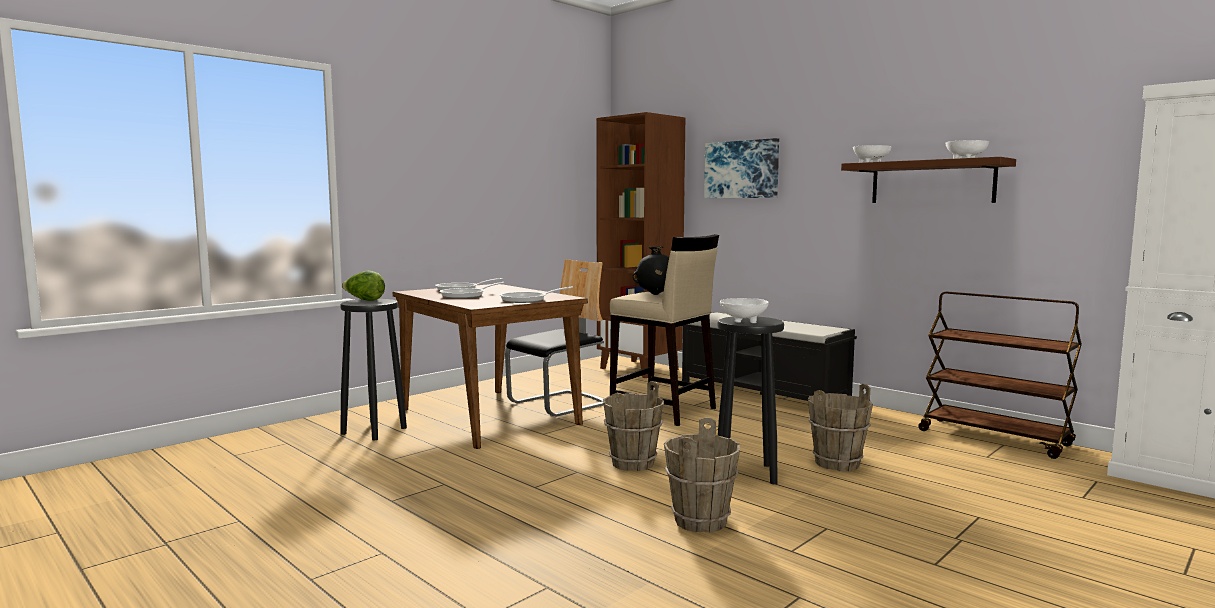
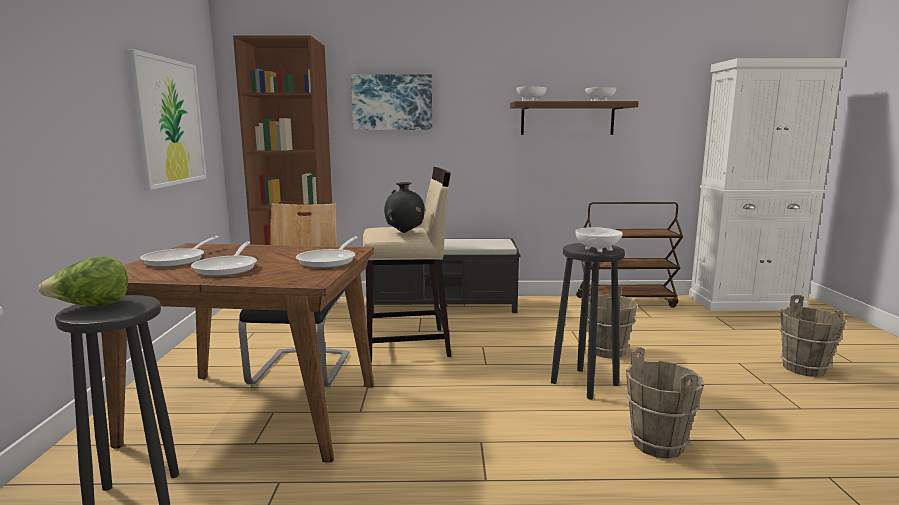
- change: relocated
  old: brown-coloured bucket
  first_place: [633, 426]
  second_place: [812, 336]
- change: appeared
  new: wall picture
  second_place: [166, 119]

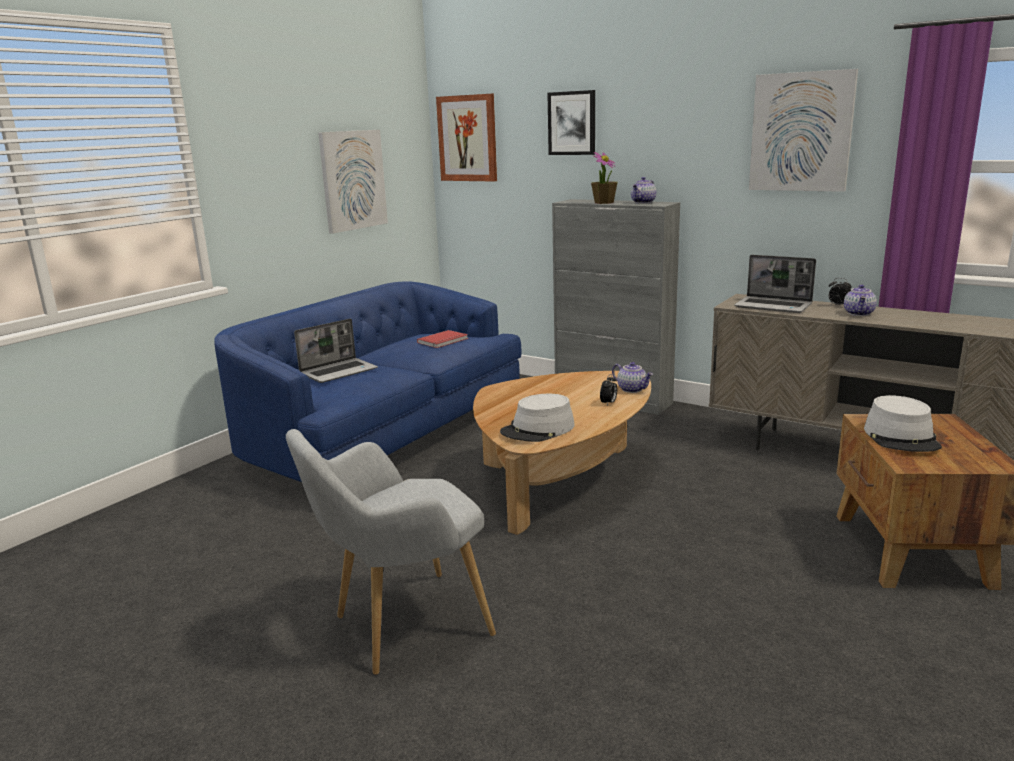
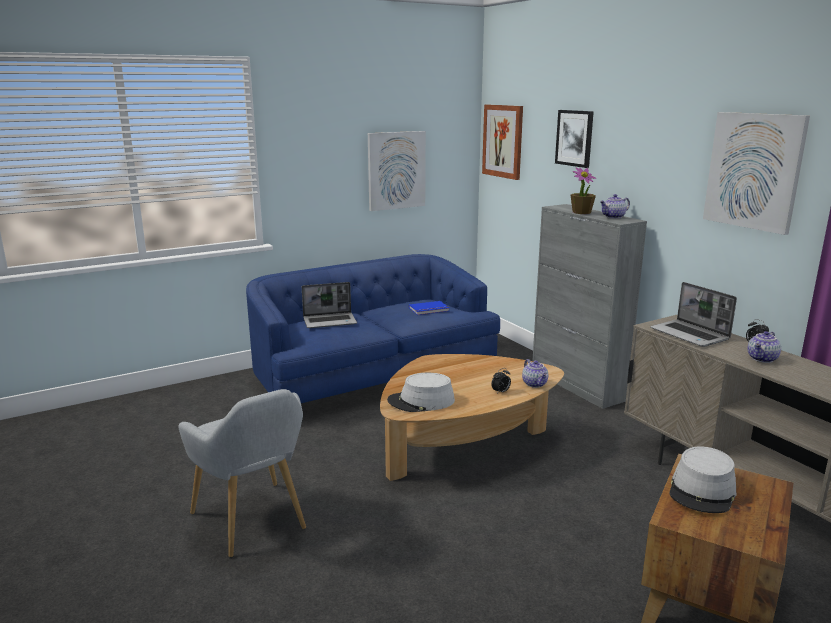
- change: colour
  old: red volume
  new: blue volume
  first_place: [442, 339]
  second_place: [429, 308]
- change: spun
  old: greyish armchair
  first_place: [391, 552]
  second_place: [242, 473]
  degrees: -120

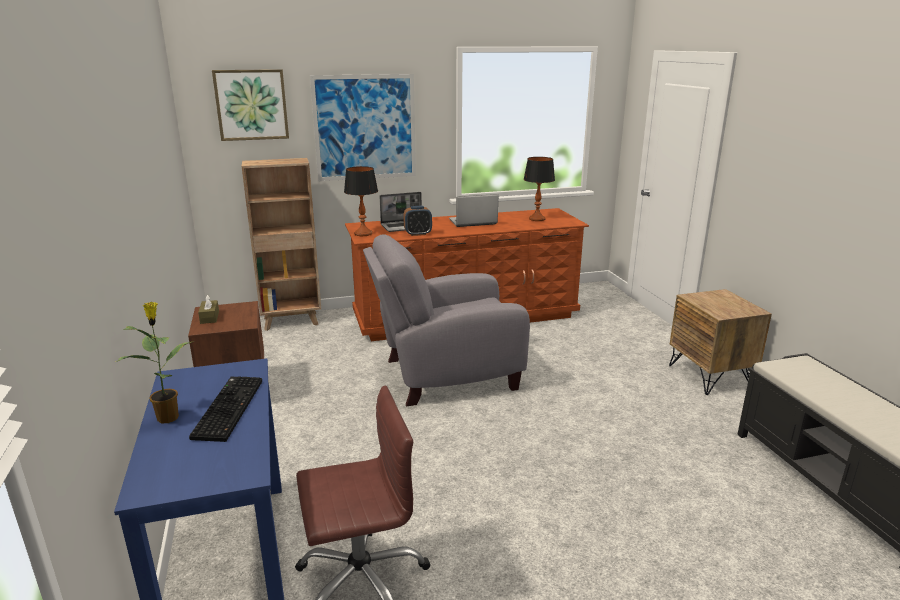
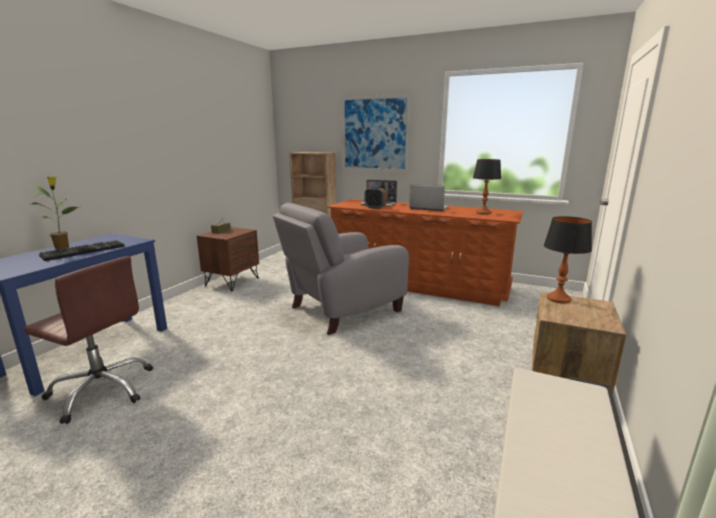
- change: missing
  old: wall picture
  first_place: [250, 105]
- change: relocated
  old: table lamp
  first_place: [361, 201]
  second_place: [568, 260]
- change: spun
  old: greyish armchair
  first_place: [446, 320]
  second_place: [341, 269]
  degrees: -60

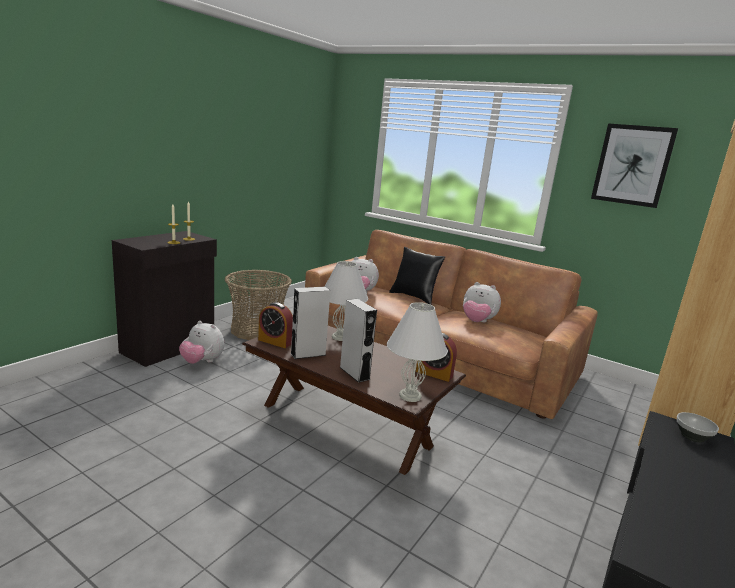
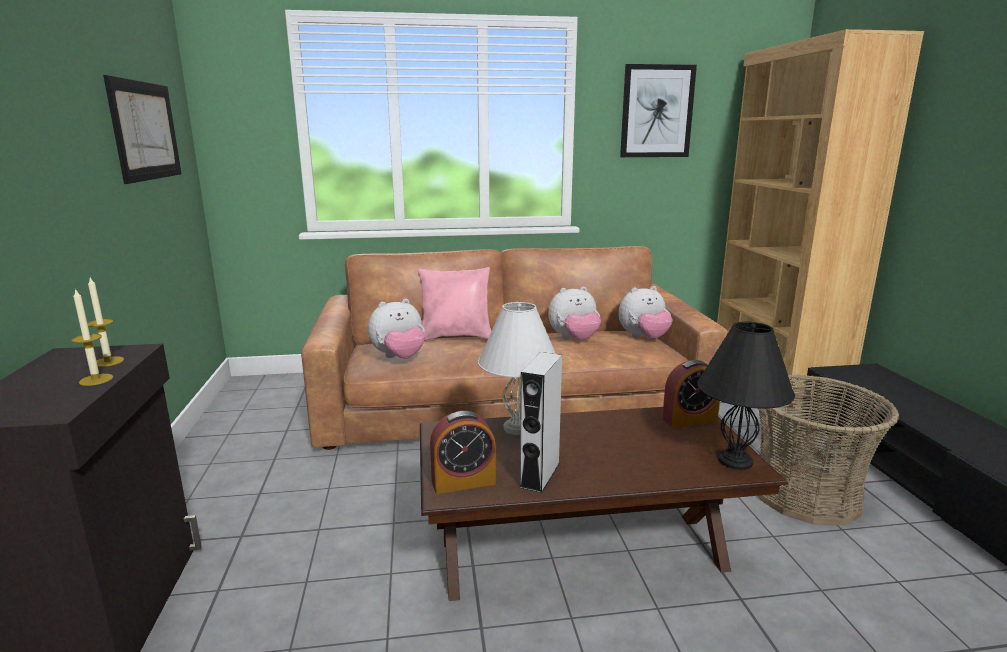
- change: colour
  old: black throw pillow
  new: pink throw pillow
  first_place: [417, 276]
  second_place: [454, 304]
- change: relocated
  old: household basket
  first_place: [258, 304]
  second_place: [828, 450]
- change: missing
  old: greyish audio speaker
  first_place: [358, 341]
- change: colour
  old: white-coloured table lamp
  new: black table lamp
  first_place: [417, 352]
  second_place: [746, 396]
- change: relocated
  old: plush toy
  first_place: [201, 342]
  second_place: [646, 312]
- change: missing
  old: bowl
  first_place: [698, 427]
- change: appeared
  new: wall picture
  second_place: [142, 129]

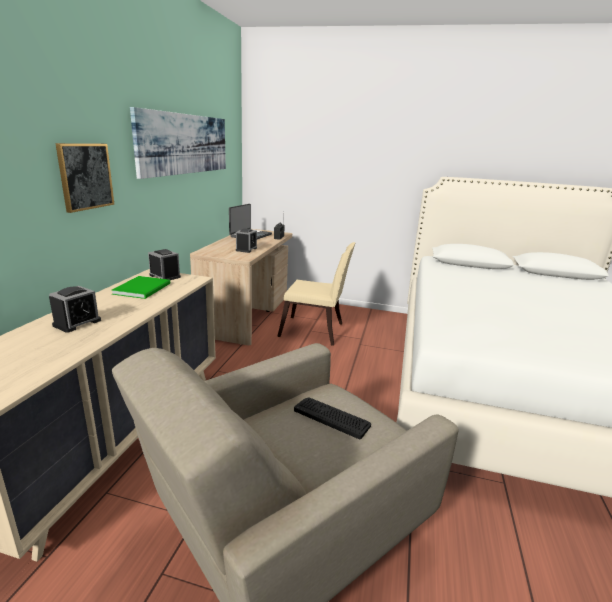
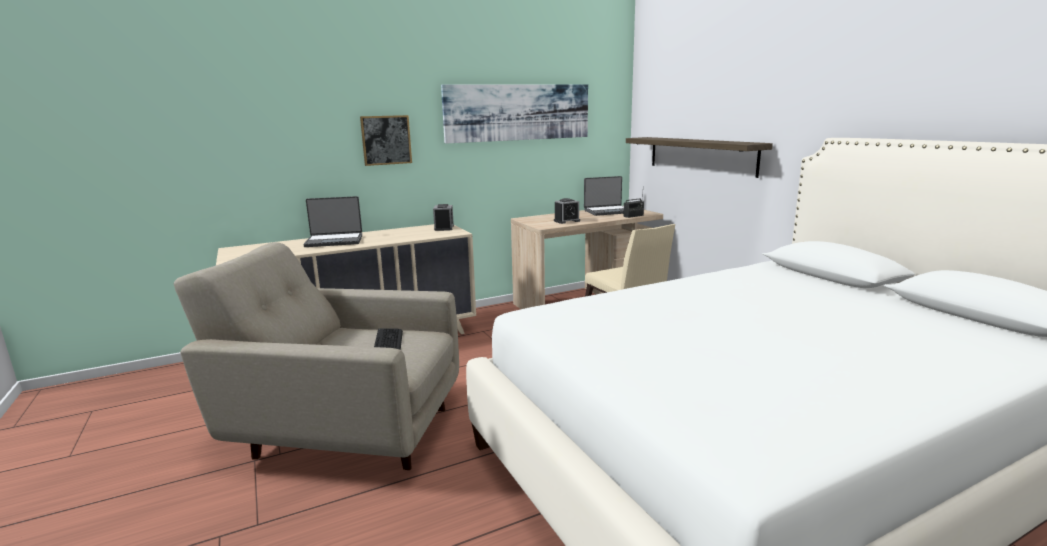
- change: missing
  old: green volume
  first_place: [141, 287]
- change: exchanged
  old: bedside clock
  new: laptop
  first_place: [75, 309]
  second_place: [332, 221]
- change: appeared
  new: shelf
  second_place: [699, 157]

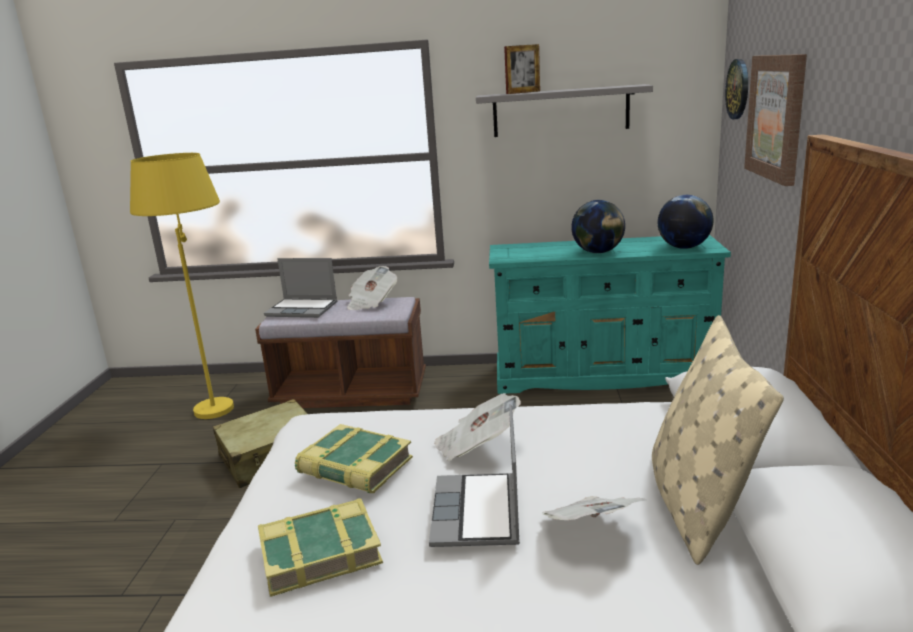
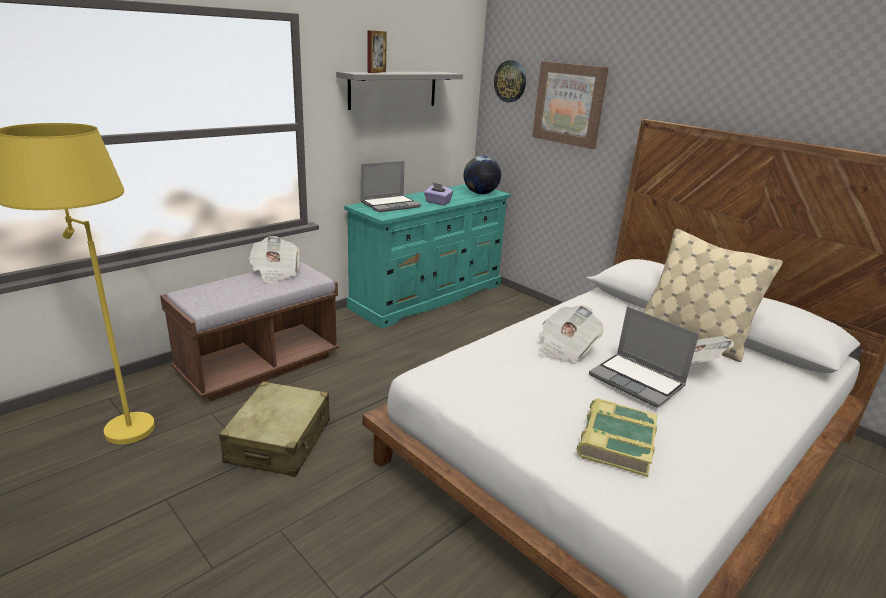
- change: exchanged
  old: desk globe
  new: purplish tissue holder
  first_place: [598, 226]
  second_place: [438, 194]
- change: relocated
  old: laptop
  first_place: [300, 288]
  second_place: [391, 186]
- change: missing
  old: volume
  first_place: [354, 458]

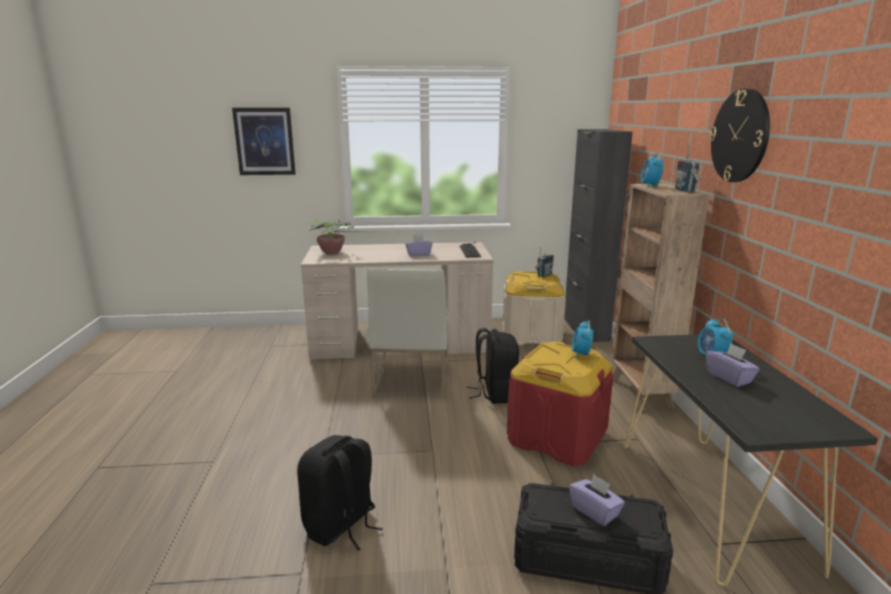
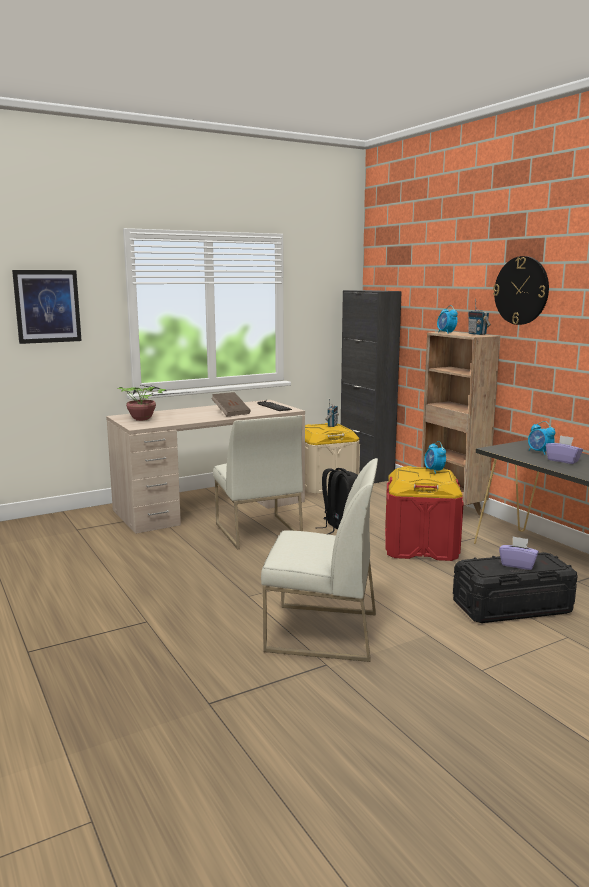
- change: exchanged
  old: purplish tissue holder
  new: brown-coloured volume
  first_place: [418, 245]
  second_place: [231, 404]
- change: exchanged
  old: black rucksack
  new: white-coloured chair
  first_place: [340, 493]
  second_place: [319, 560]

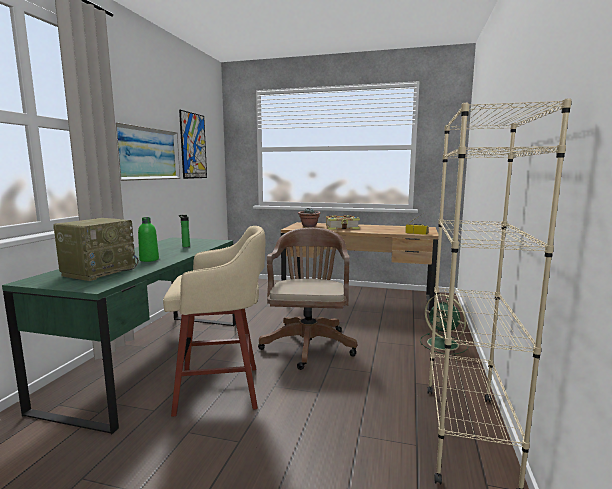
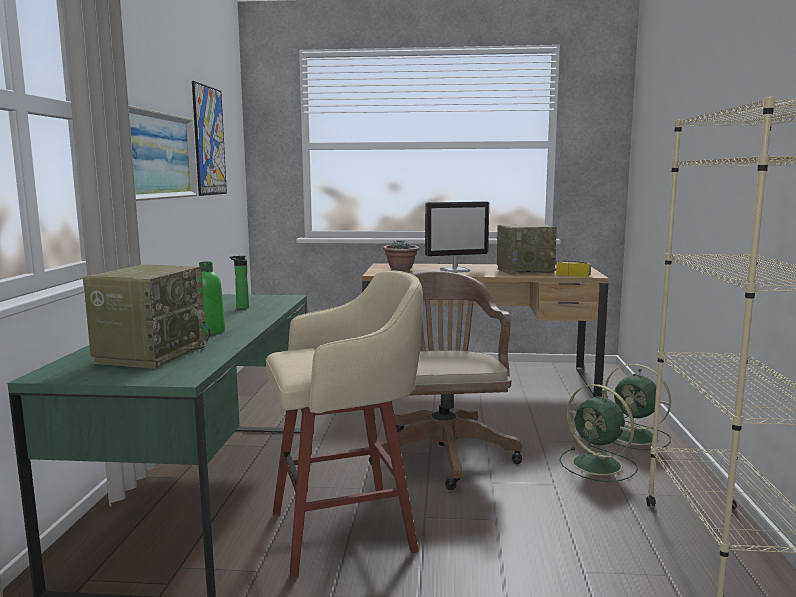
- change: exchanged
  old: volume
  new: computer display
  first_place: [343, 222]
  second_place: [457, 237]
- change: appeared
  new: radio set
  second_place: [527, 249]
- change: appeared
  new: green fan
  second_place: [598, 433]

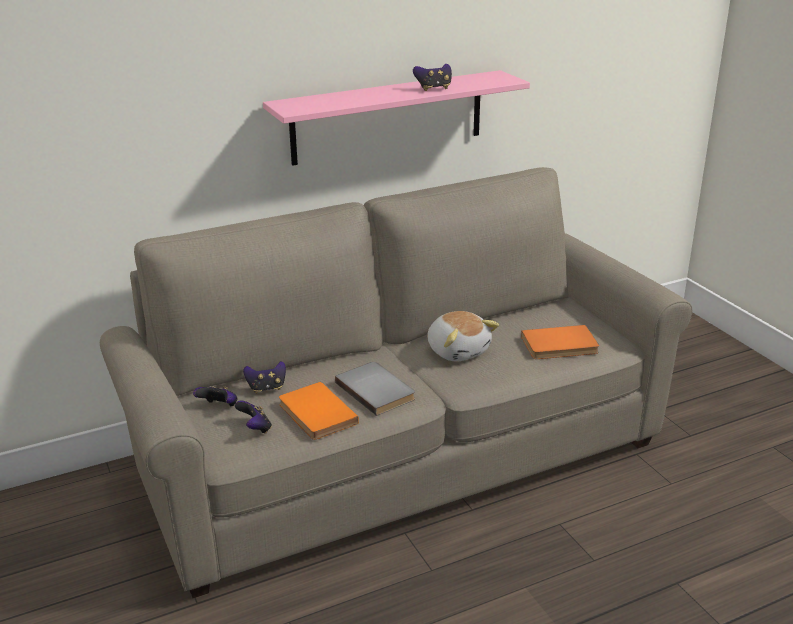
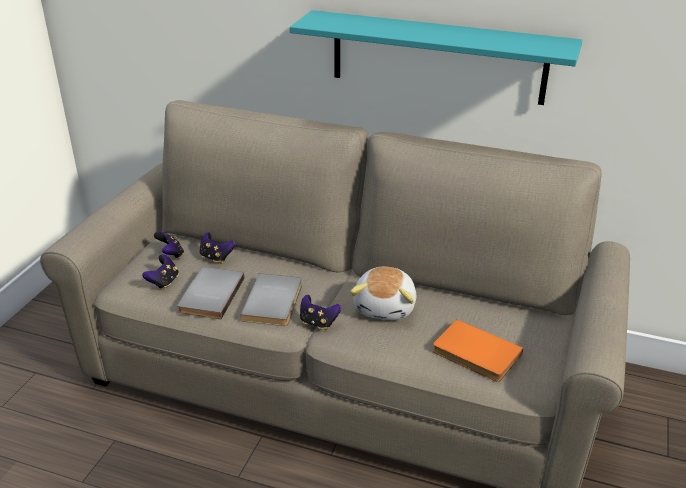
- change: relocated
  old: joypad
  first_place: [432, 77]
  second_place: [320, 312]
- change: colour
  old: pink shelf
  new: blue-green shelf
  first_place: [396, 118]
  second_place: [436, 57]
- change: colour
  old: orangey volume
  new: greyish volume
  first_place: [319, 411]
  second_place: [210, 293]

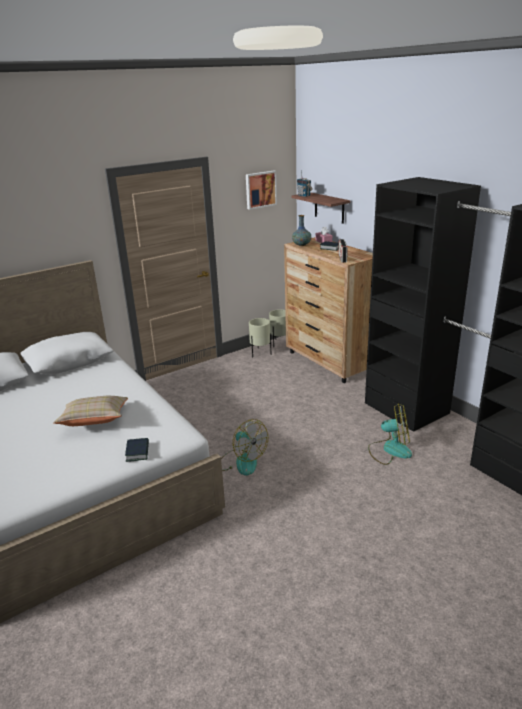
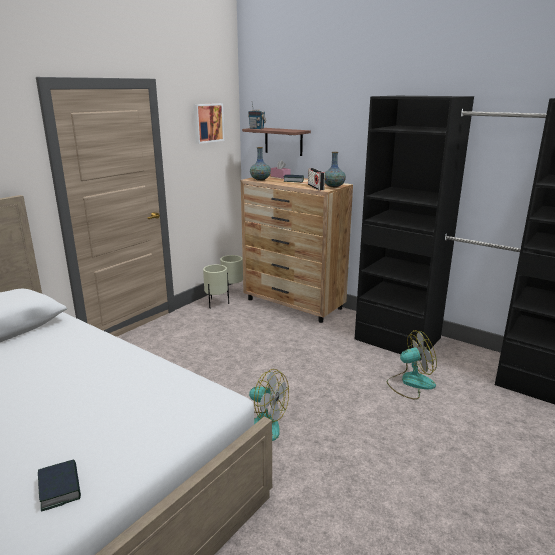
- change: missing
  old: beige throw pillow
  first_place: [90, 411]
- change: relocated
  old: volume
  first_place: [137, 450]
  second_place: [59, 485]
- change: appeared
  new: vase
  second_place: [335, 170]

